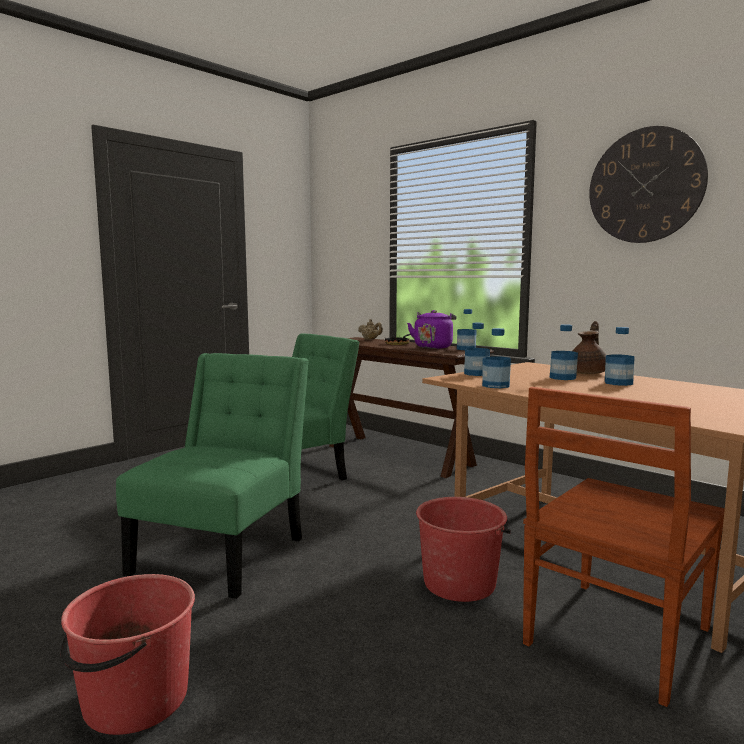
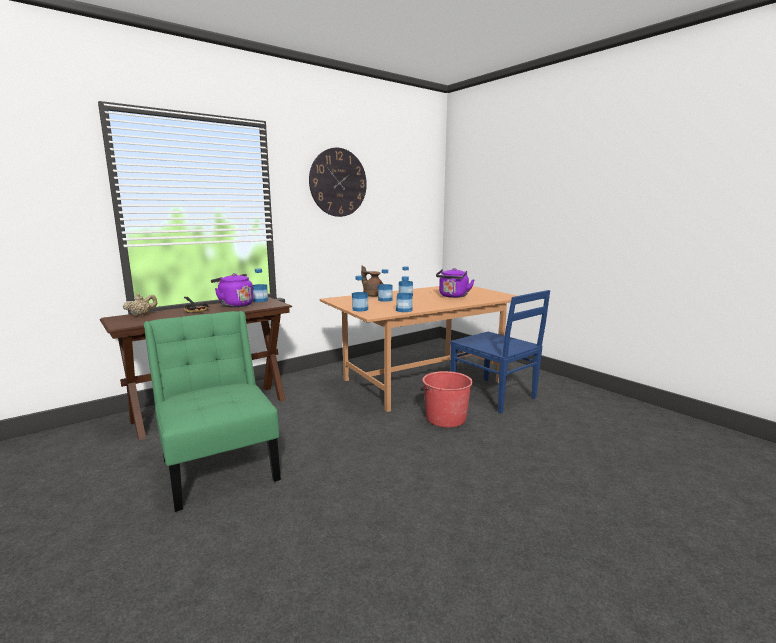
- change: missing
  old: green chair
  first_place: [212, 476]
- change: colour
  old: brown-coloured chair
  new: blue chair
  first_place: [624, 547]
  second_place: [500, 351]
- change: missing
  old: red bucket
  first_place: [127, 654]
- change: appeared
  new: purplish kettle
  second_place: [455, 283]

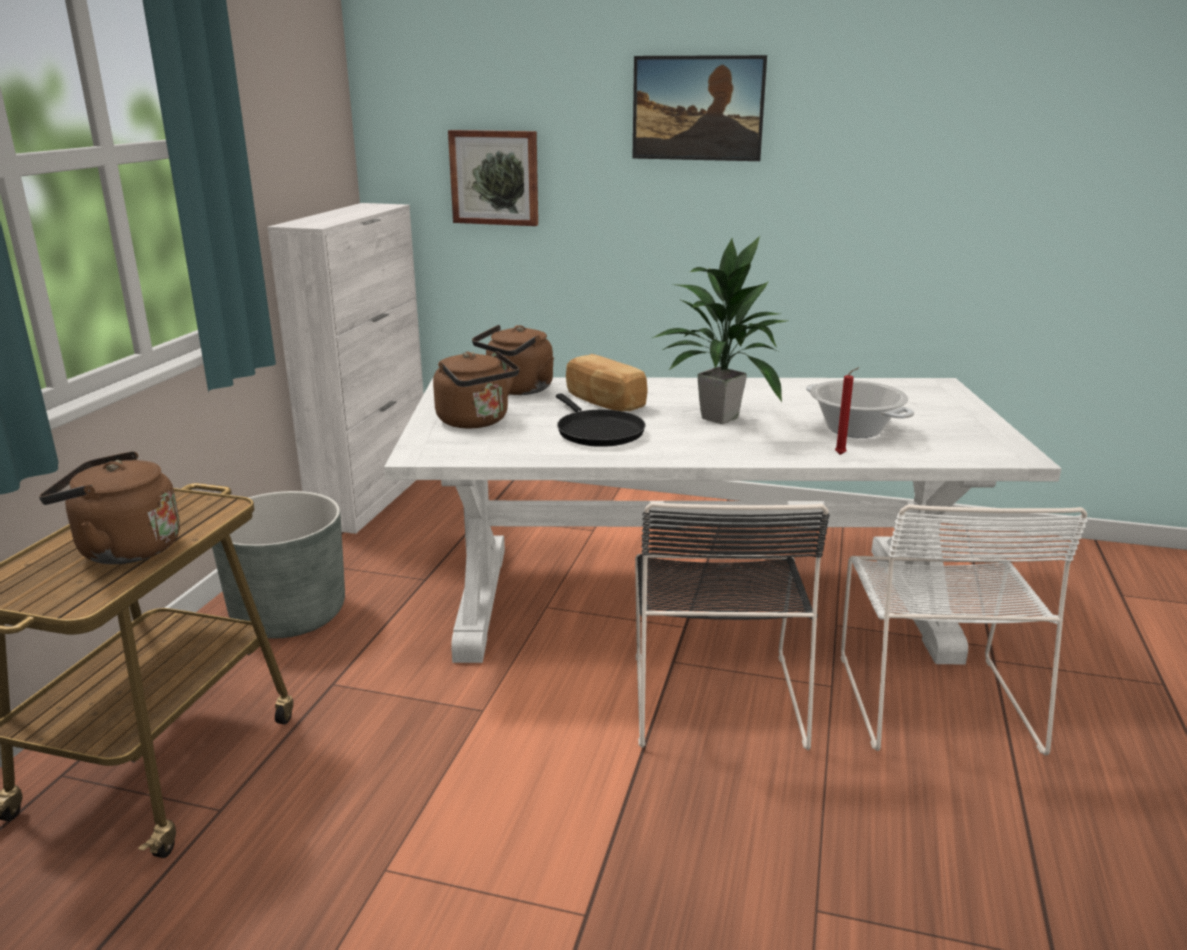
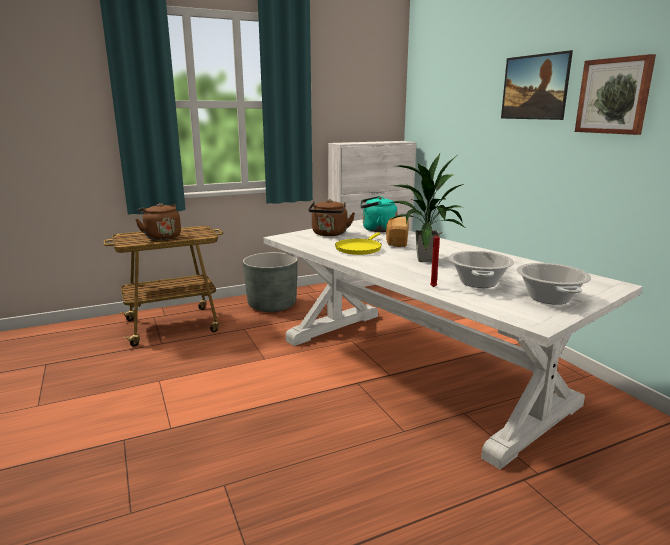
- change: relocated
  old: wall picture
  first_place: [493, 178]
  second_place: [615, 94]
- change: colour
  old: brown-coloured kettle
  new: blue-green kettle
  first_place: [513, 360]
  second_place: [379, 214]
- change: colour
  old: black frying pan
  new: yellowish frying pan
  first_place: [601, 420]
  second_place: [358, 243]
- change: missing
  old: black chair
  first_place: [732, 626]
- change: missing
  old: white-coloured chair
  first_place: [964, 629]
- change: appeared
  new: stockpot
  second_place: [554, 284]

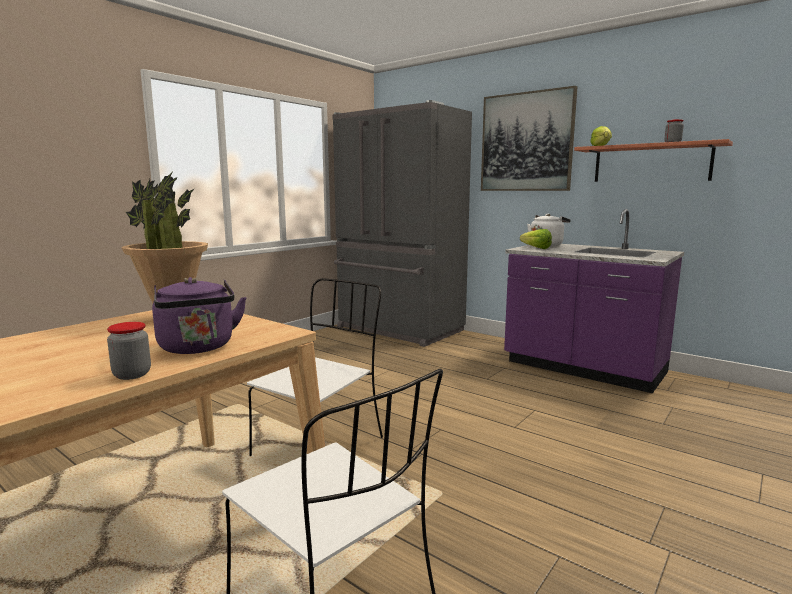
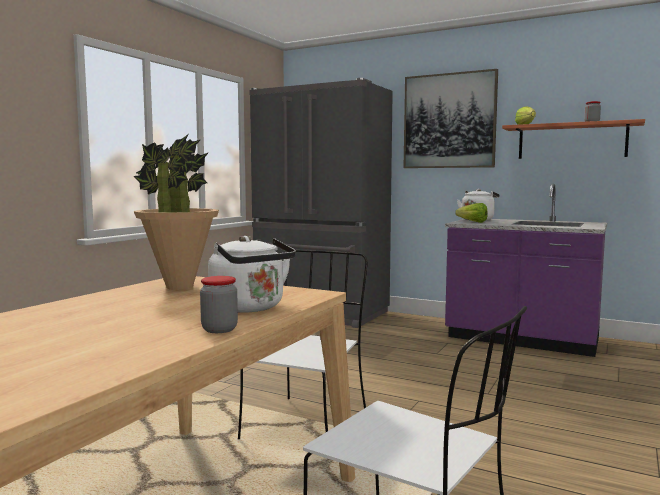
- change: colour
  old: purplish kettle
  new: white-coloured kettle
  first_place: [199, 315]
  second_place: [252, 274]

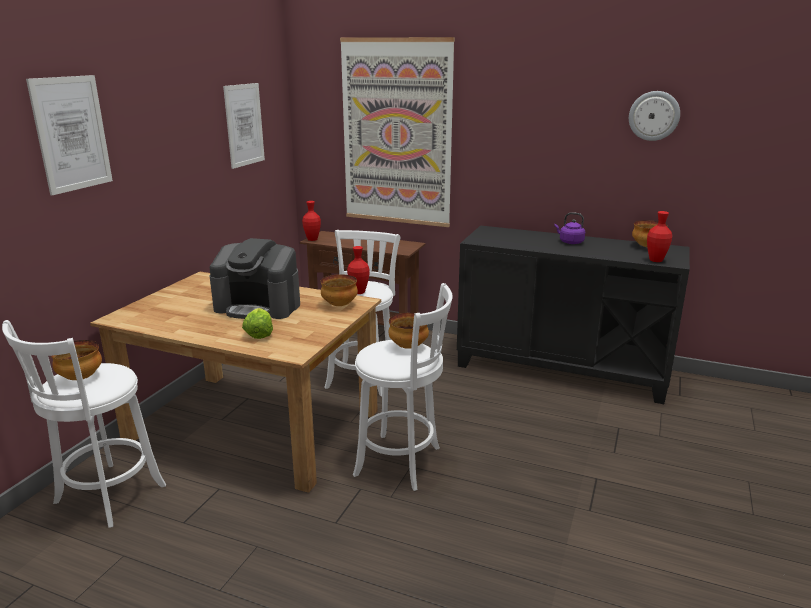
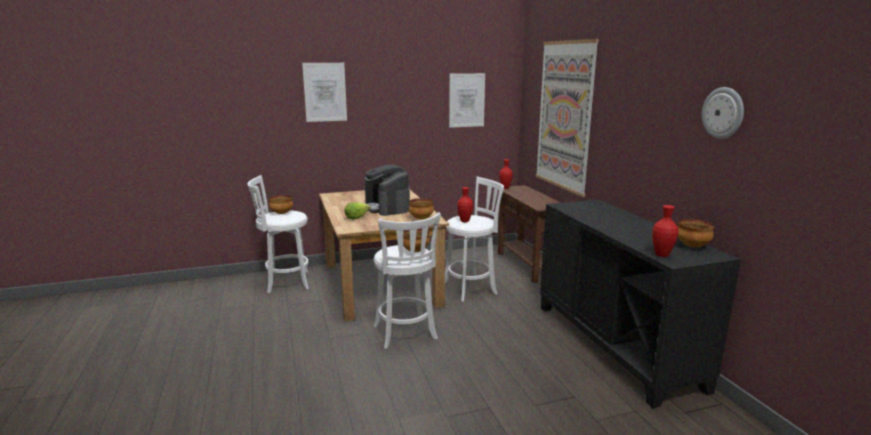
- change: missing
  old: purplish kettle
  first_place: [570, 228]

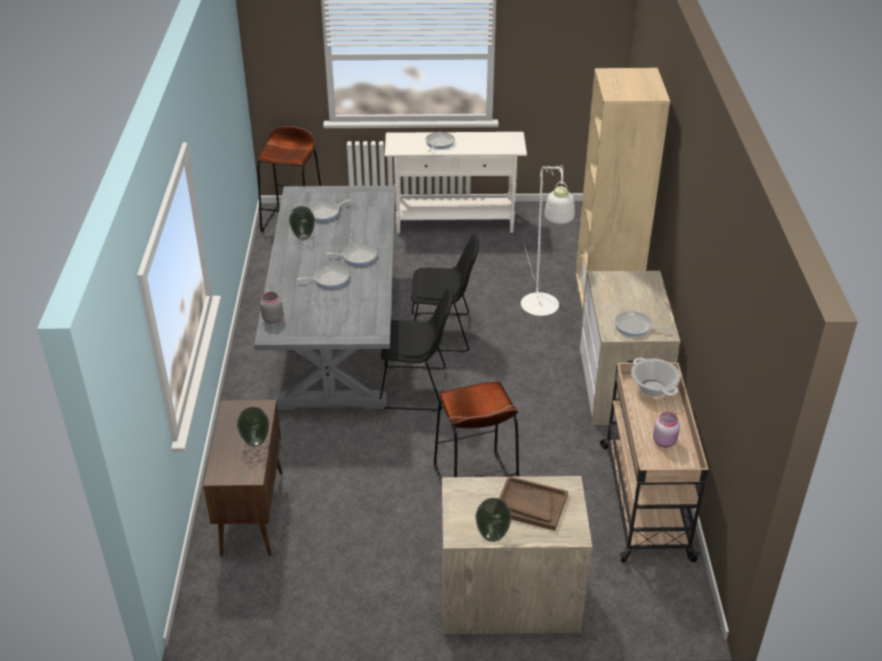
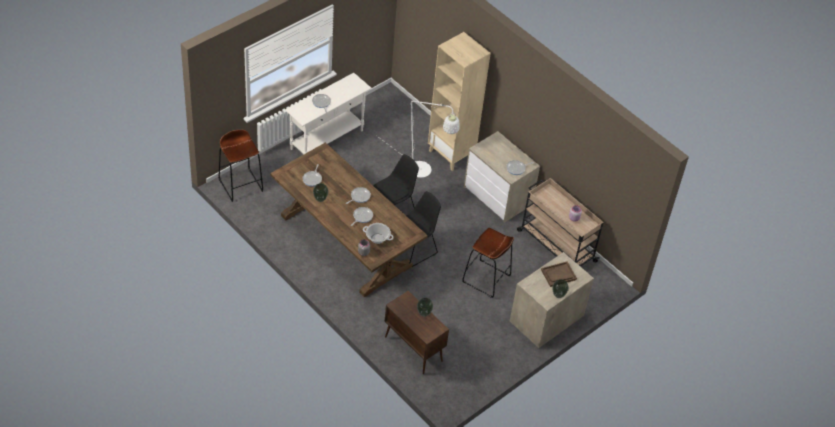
- change: colour
  old: greyish dining table
  new: brown-coloured dining table
  first_place: [325, 298]
  second_place: [349, 219]
- change: relocated
  old: stockpot
  first_place: [655, 377]
  second_place: [378, 233]

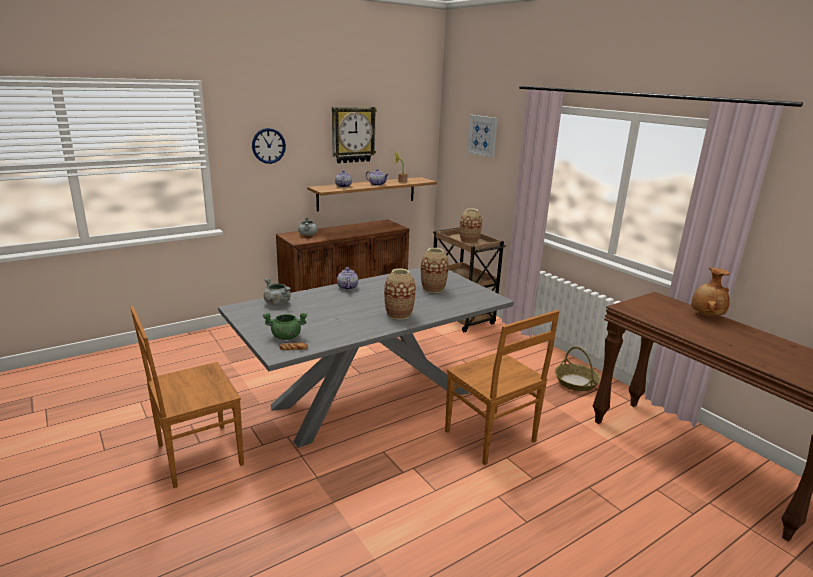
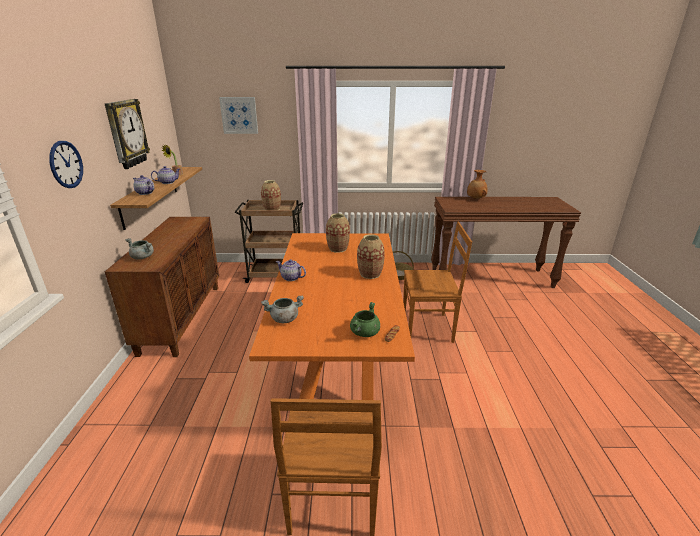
- change: colour
  old: greyish dining table
  new: orangey dining table
  first_place: [366, 358]
  second_place: [332, 316]

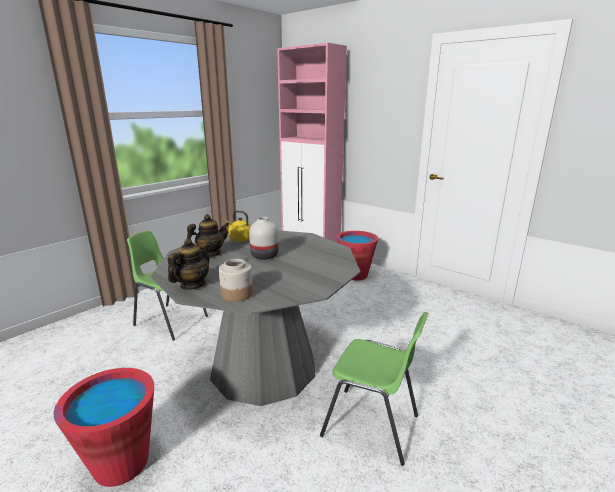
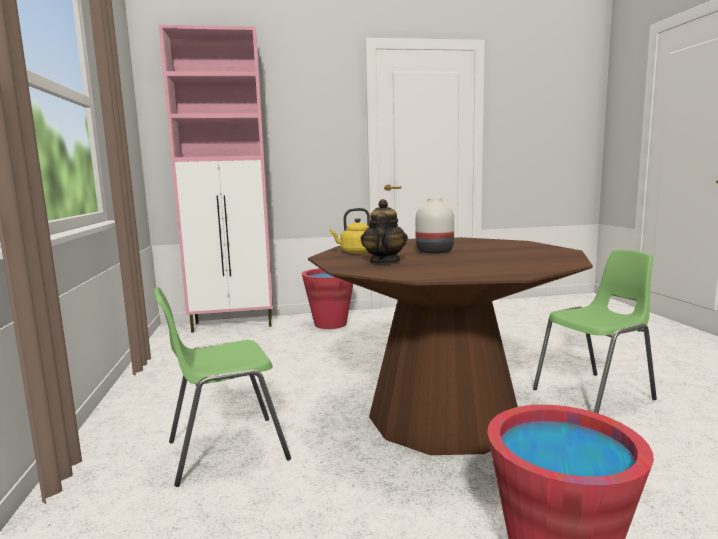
- change: colour
  old: greyish dining table
  new: brown-coloured dining table
  first_place: [255, 318]
  second_place: [450, 346]
- change: missing
  old: pot for tea
  first_place: [189, 264]
- change: missing
  old: preserve jar
  first_place: [236, 280]

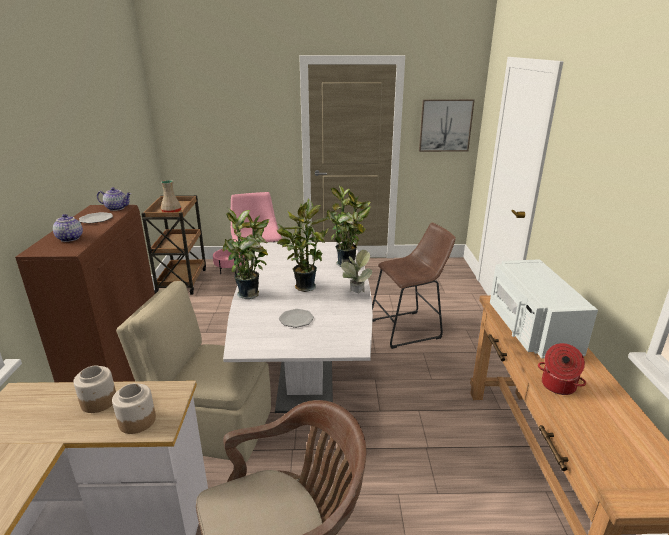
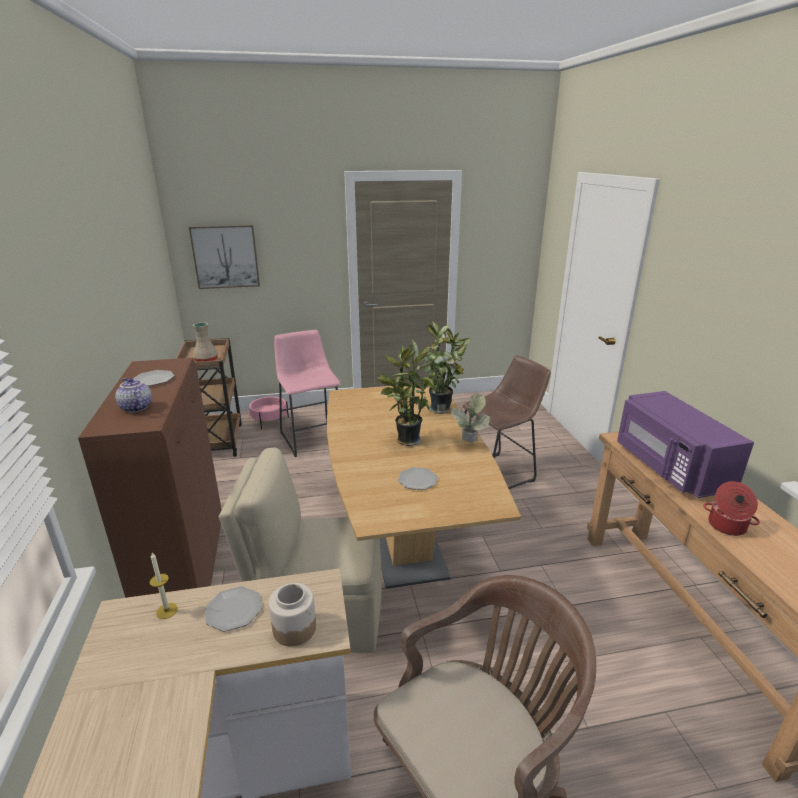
- change: relocated
  old: wall picture
  first_place: [446, 125]
  second_place: [224, 257]
- change: missing
  old: pot for tea
  first_place: [114, 199]
- change: missing
  old: plant in a pot
  first_place: [245, 254]
- change: colour
  old: white-coloured dining table
  new: brown-coloured dining table
  first_place: [298, 327]
  second_place: [424, 486]
- change: colour
  old: white-coloured kitchen microwave
  new: purplish kitchen microwave
  first_place: [544, 308]
  second_place: [685, 444]
- change: exchanged
  old: preserve jar
  new: plate
  first_place: [94, 389]
  second_place: [233, 609]
- change: appeared
  new: candle
  second_place: [164, 586]

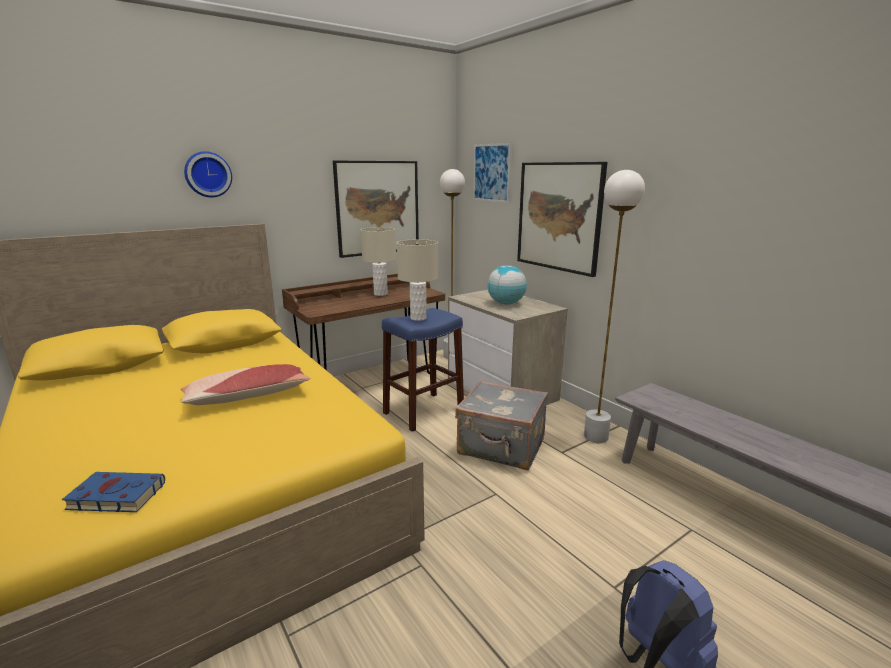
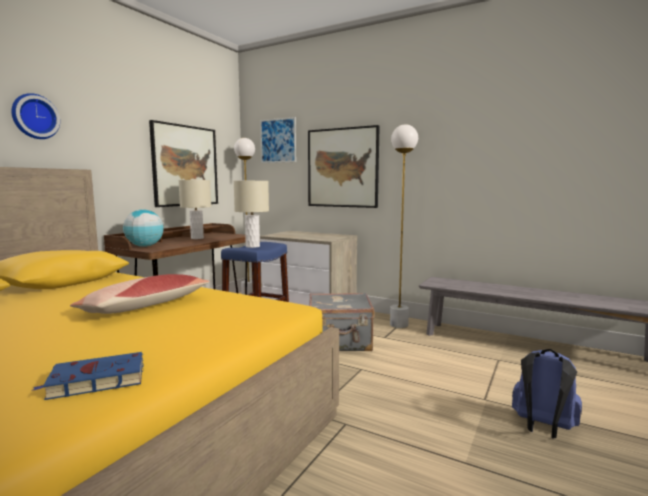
- change: relocated
  old: desk globe
  first_place: [507, 285]
  second_place: [143, 228]

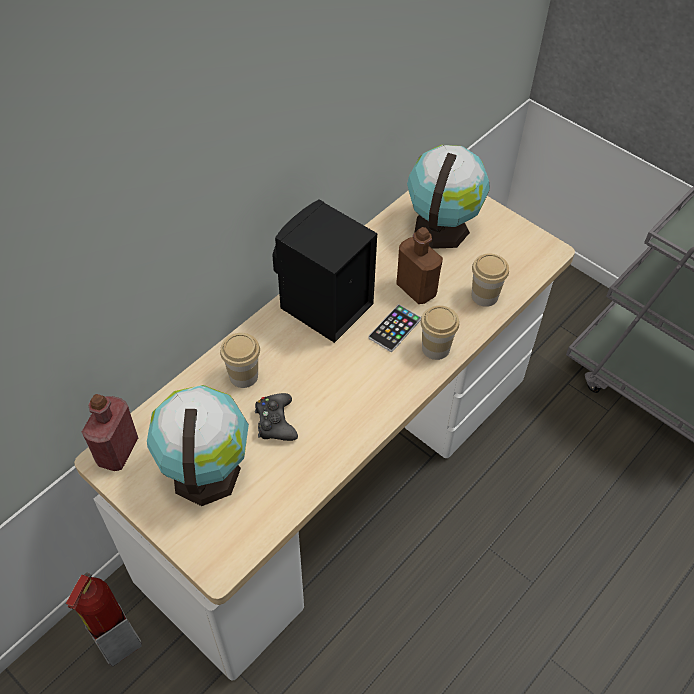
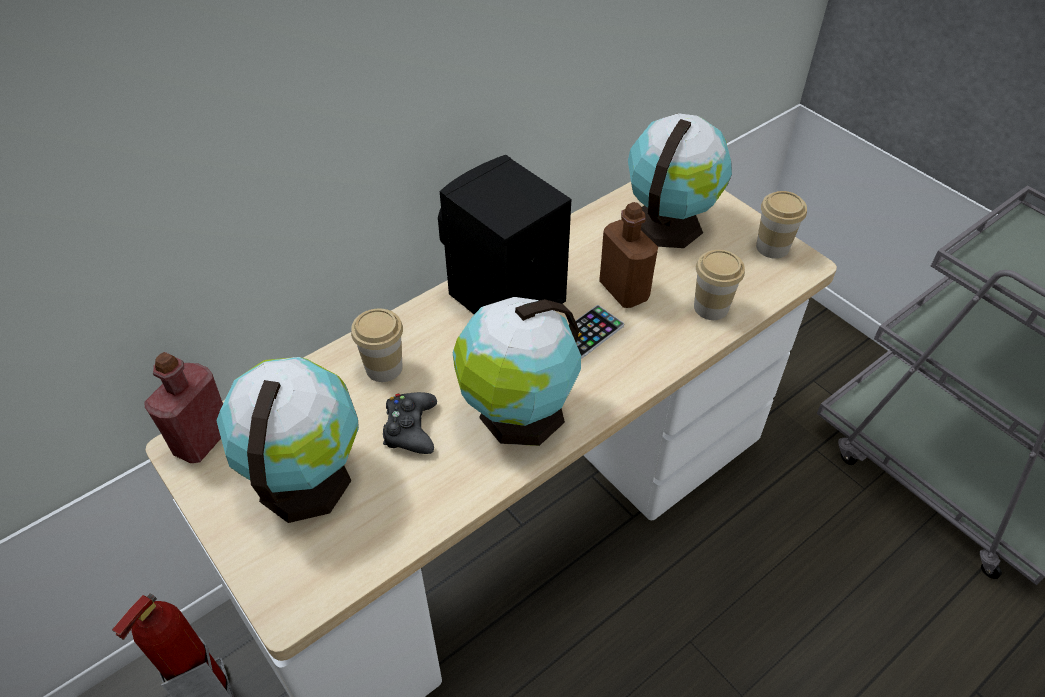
- change: relocated
  old: drinking cup
  first_place: [440, 332]
  second_place: [781, 225]
- change: appeared
  new: desk globe
  second_place: [517, 371]

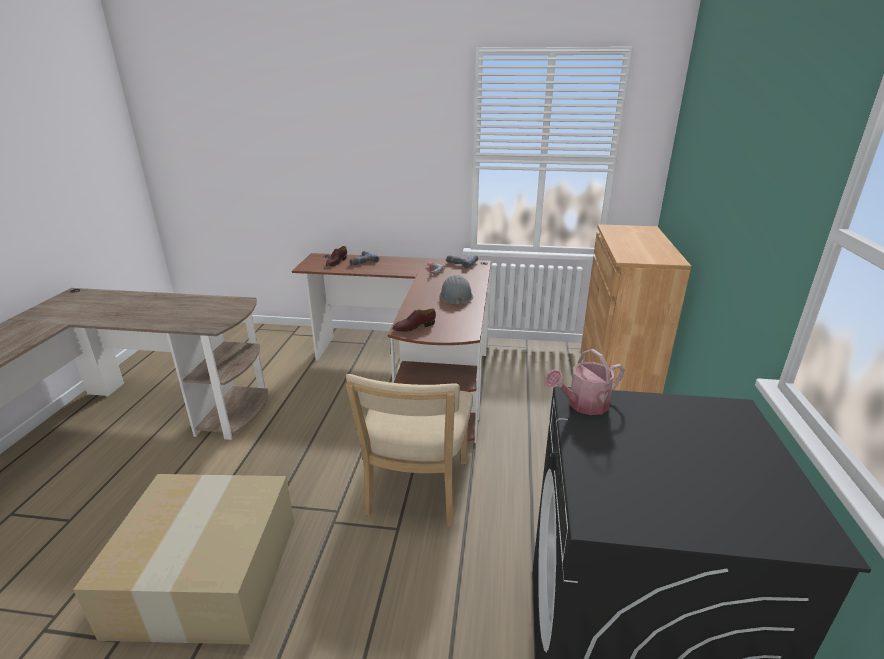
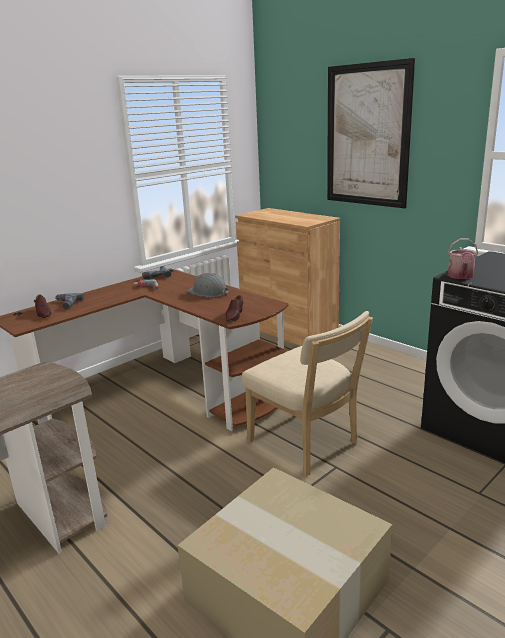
- change: appeared
  new: wall picture
  second_place: [371, 133]

